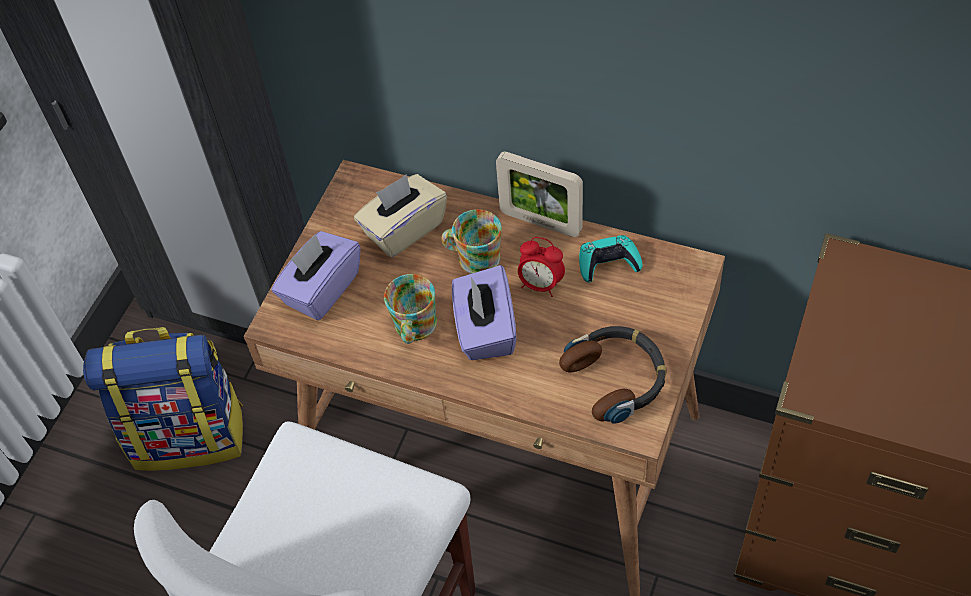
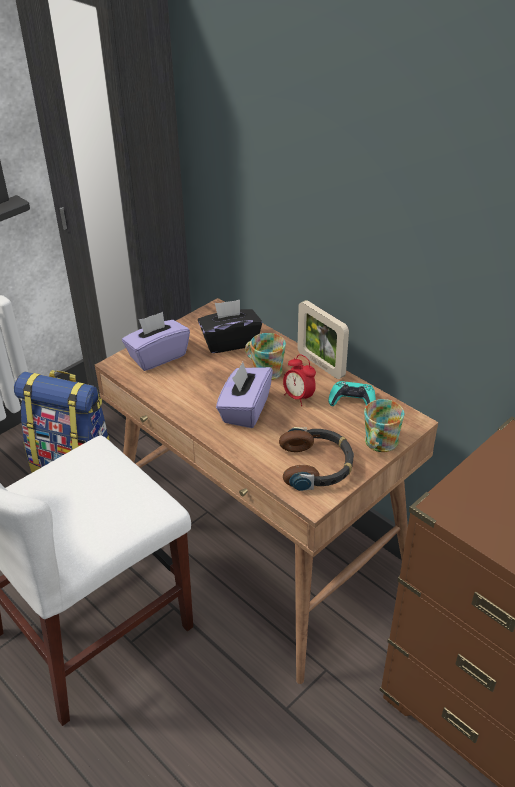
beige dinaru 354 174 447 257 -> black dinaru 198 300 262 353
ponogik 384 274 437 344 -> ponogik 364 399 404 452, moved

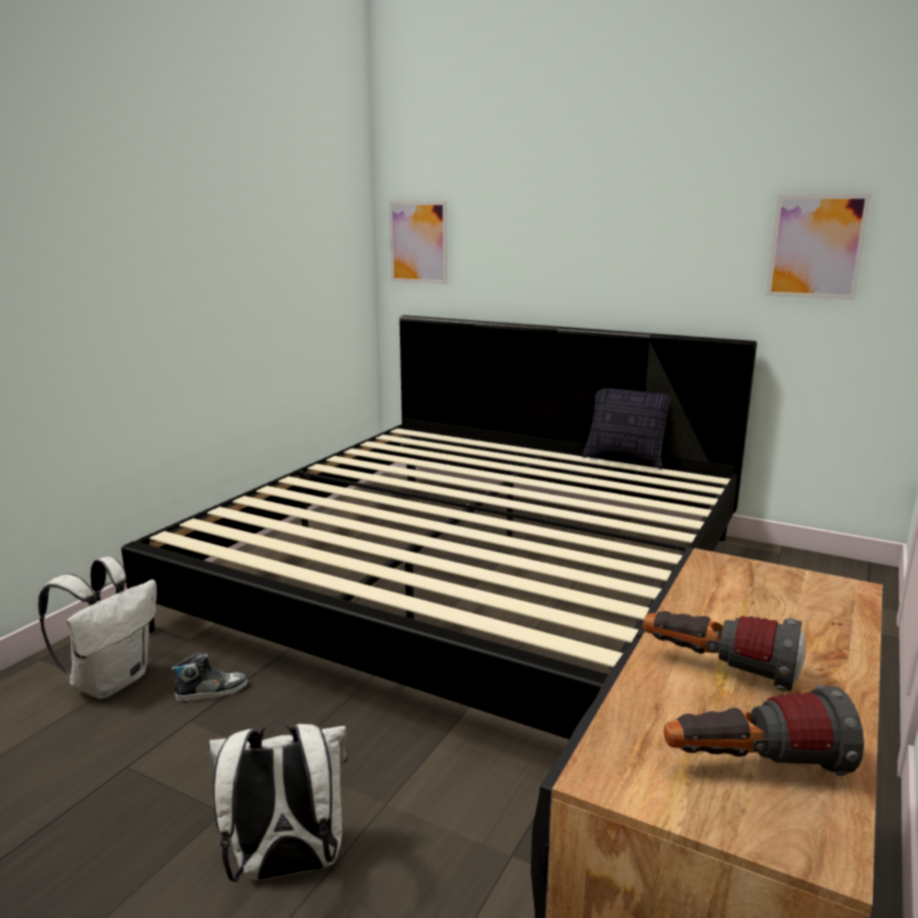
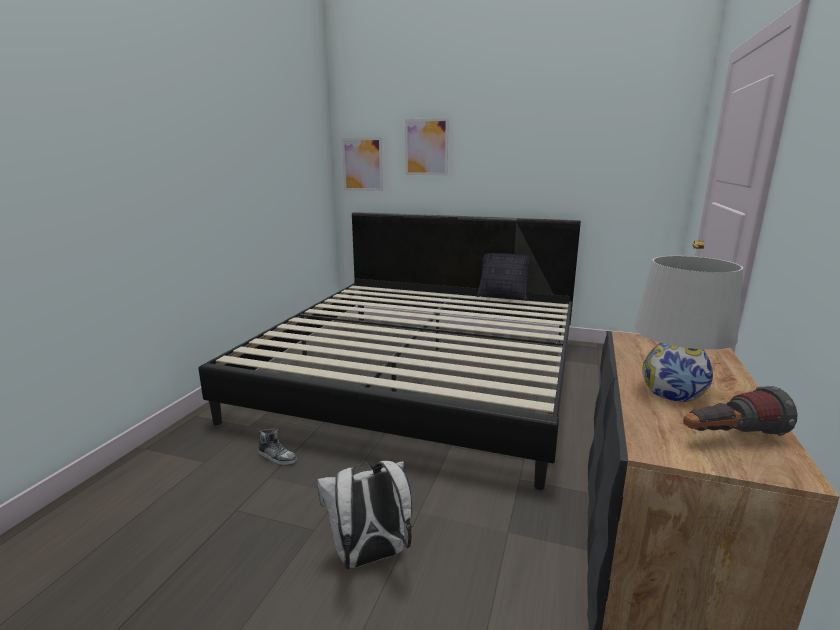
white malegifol 38 557 157 698 -> none
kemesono 171 653 248 702 -> kemesono 258 429 297 465, 60 degrees clockwise
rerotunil 643 611 805 691 -> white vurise 634 256 743 402
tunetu 766 194 871 300 -> tunetu 405 118 449 175, moved

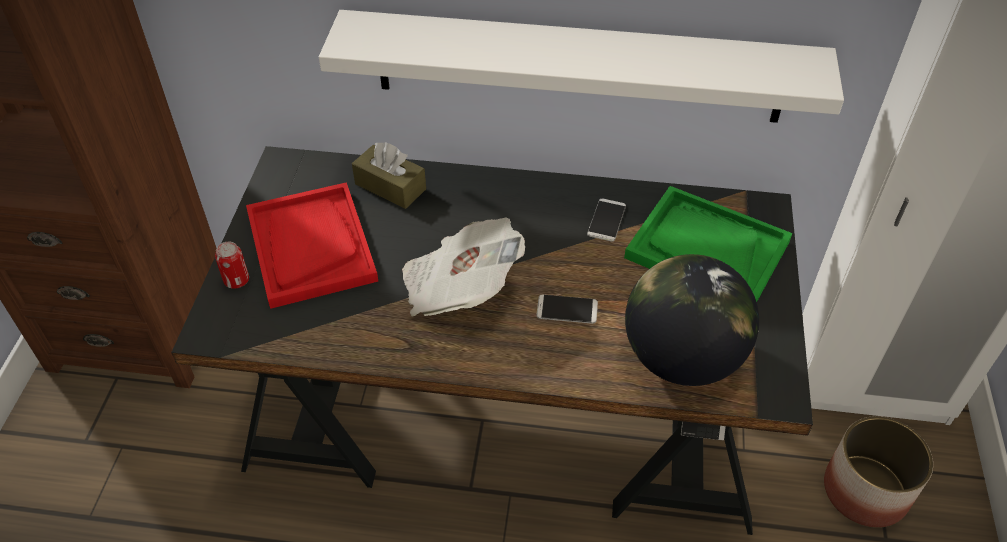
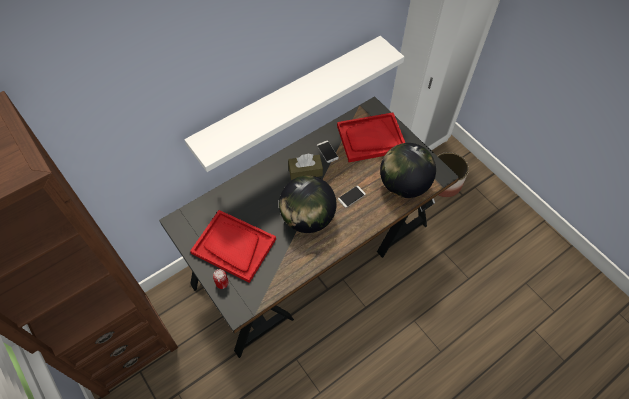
brown dinaru 352 142 426 209 -> brown dinaru 288 154 323 181, moved
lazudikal 402 218 525 316 -> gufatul 279 176 337 233
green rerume 624 186 792 302 -> red rerume 337 113 405 162

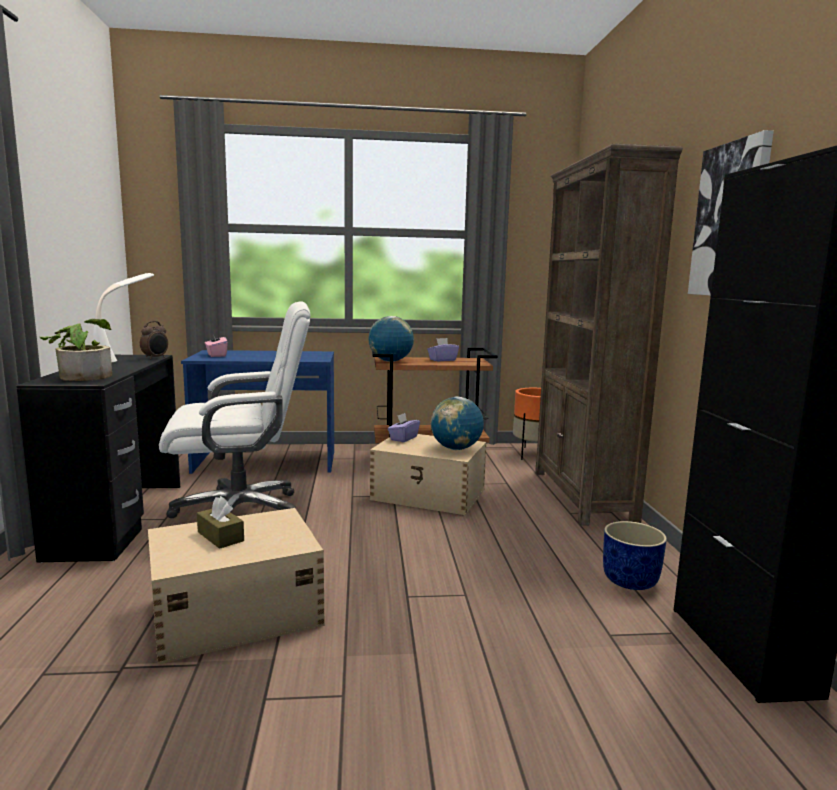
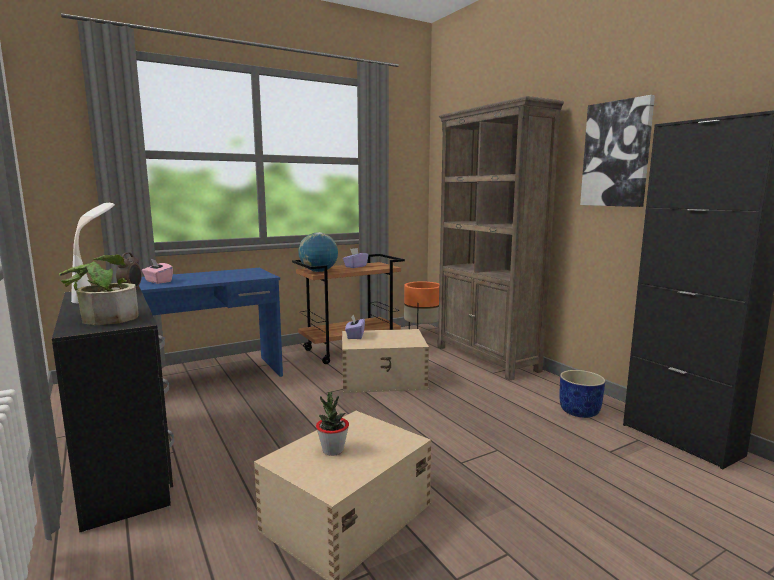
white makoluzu 159 301 310 518 -> none
brown dinaru 197 496 244 549 -> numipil 316 392 349 456
gufatul 431 396 484 450 -> none

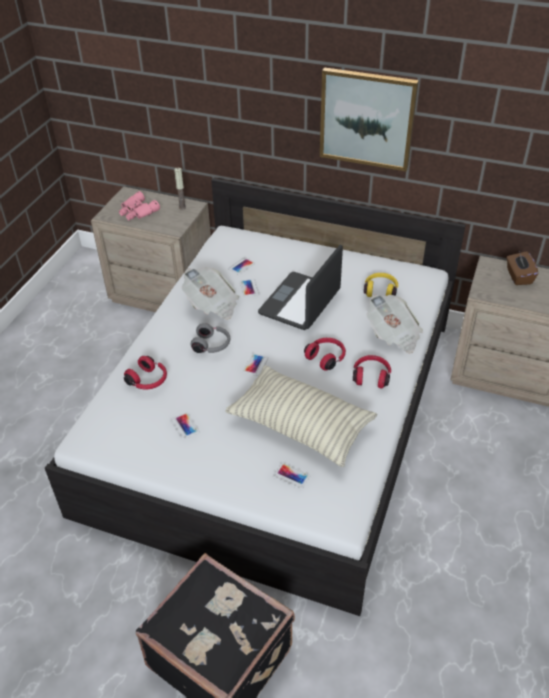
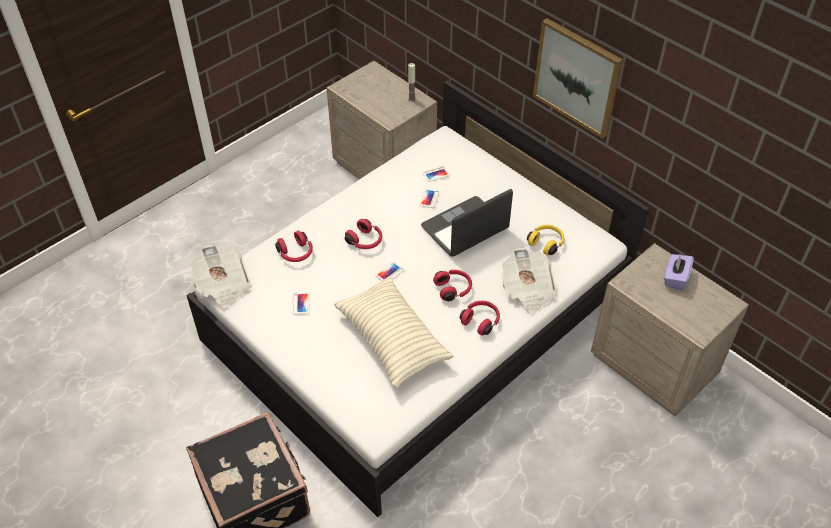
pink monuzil 119 191 160 220 -> none
lazudikal 182 267 239 320 -> lazudikal 191 244 250 308, moved
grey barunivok 191 323 230 353 -> red barunivok 345 219 382 249
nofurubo 273 463 310 490 -> none
brown dinaru 507 251 538 285 -> purple dinaru 664 254 694 290

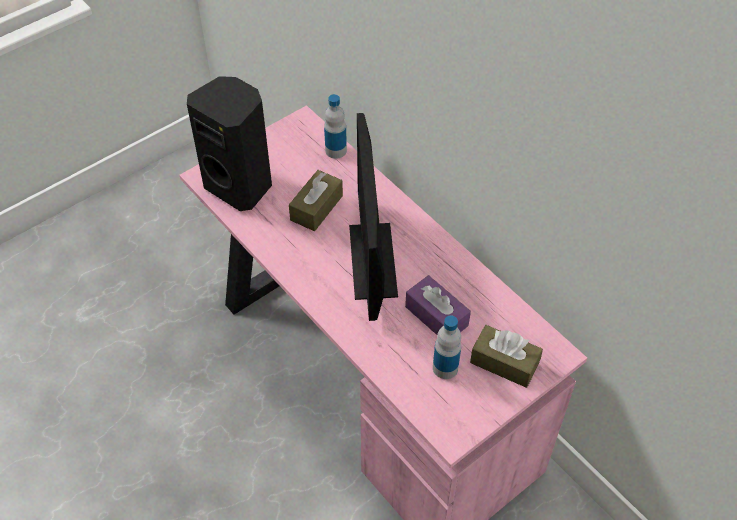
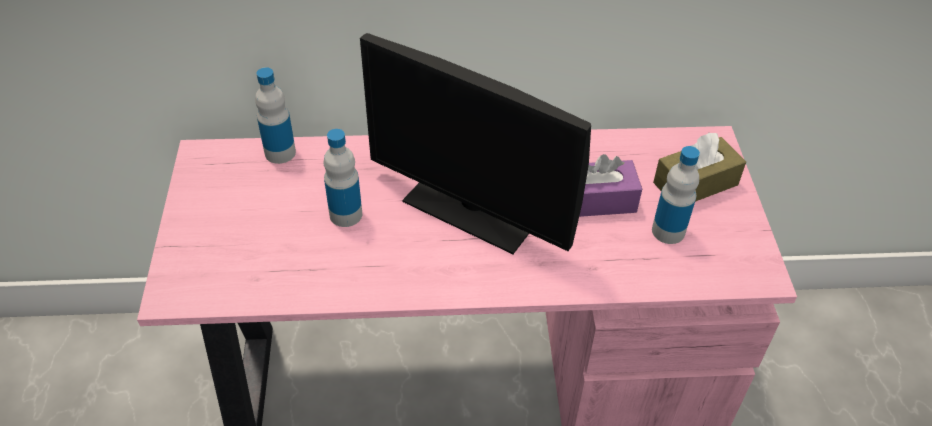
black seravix 187 76 272 211 -> none
brown dinaru 289 170 343 231 -> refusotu 324 129 362 227

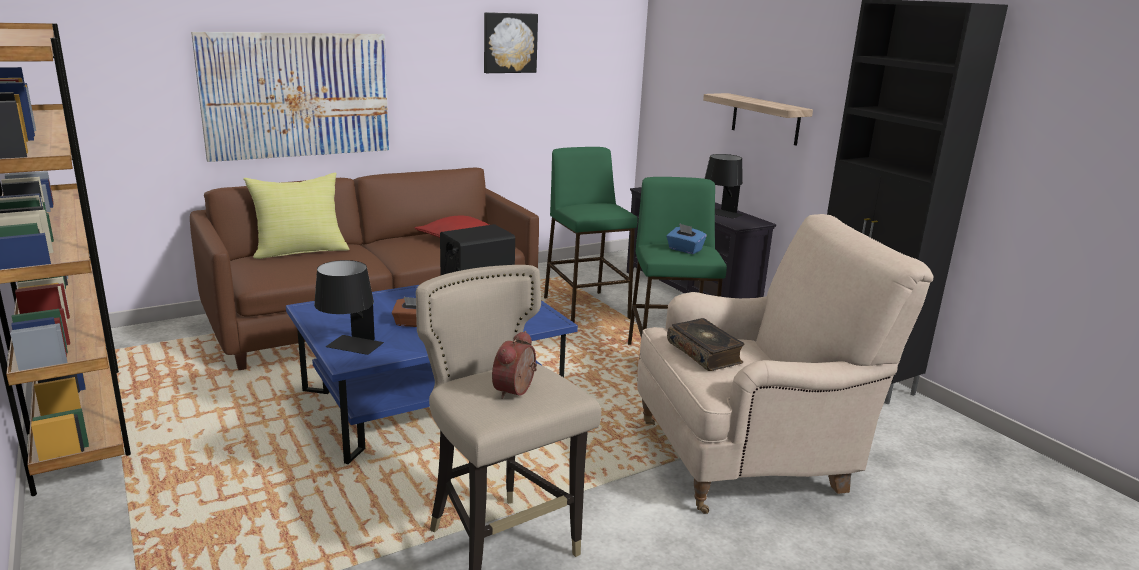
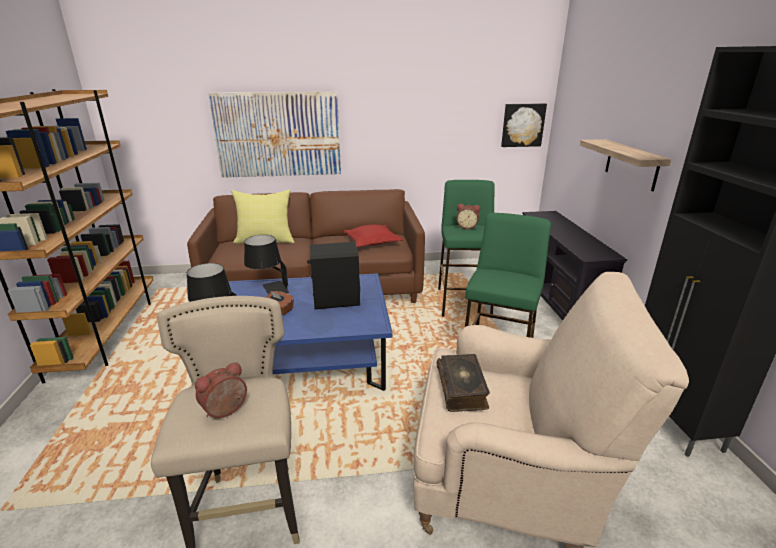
tunetu 484 12 538 73 -> tunetu 501 103 547 147, moved
blue dinaru 667 223 706 254 -> none
black vurise 704 154 743 219 -> black vurise 244 235 289 294, moved
none -> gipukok 456 204 480 229

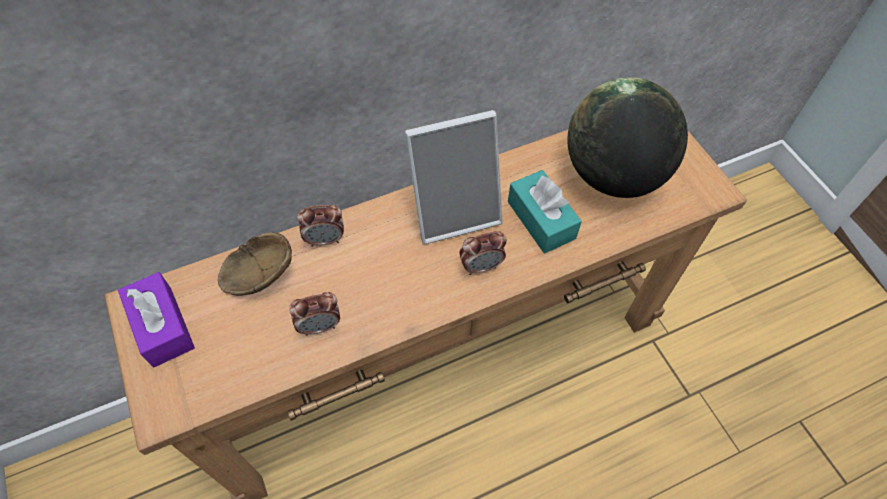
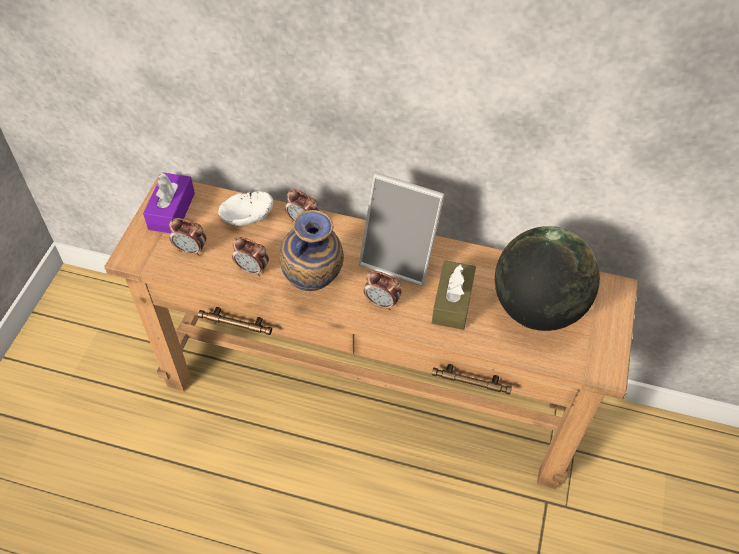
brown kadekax 218 232 292 296 -> white kadekax 218 191 273 226
turquoise dinaru 508 170 582 253 -> brown dinaru 432 260 476 330
none -> gipukok 169 218 206 256
none -> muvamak 279 210 344 291

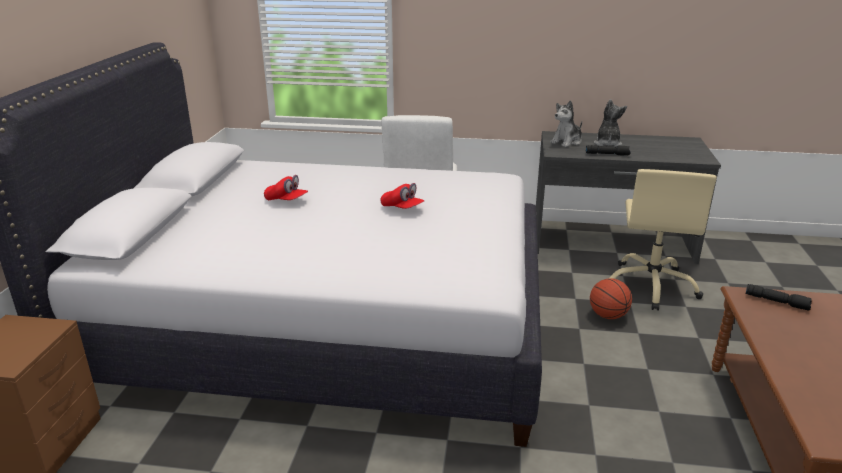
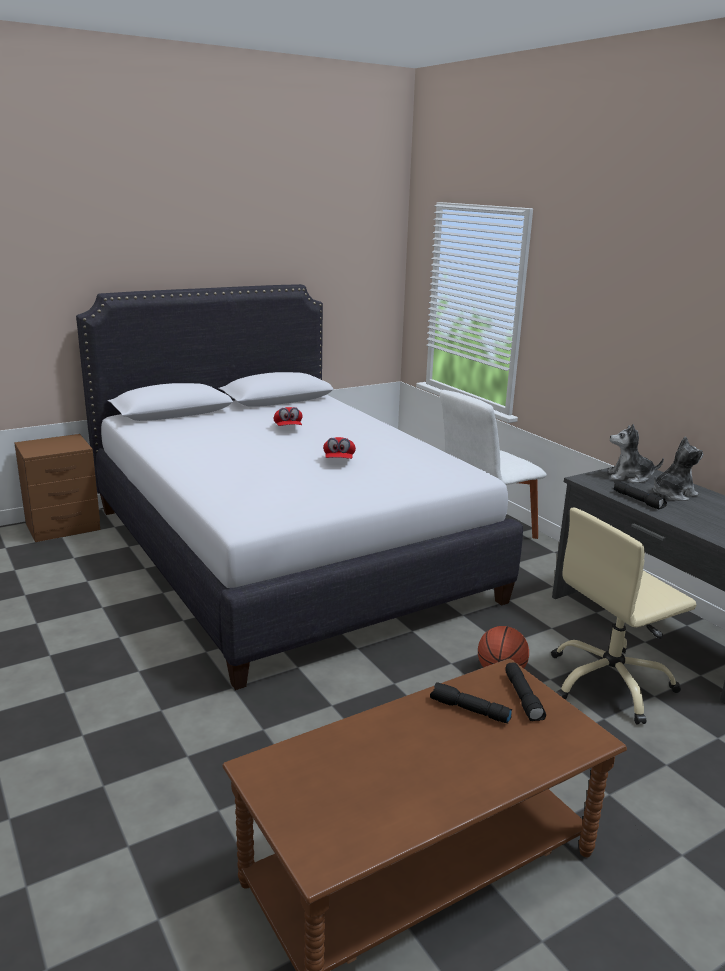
none -> black rerotunil 430 682 512 724

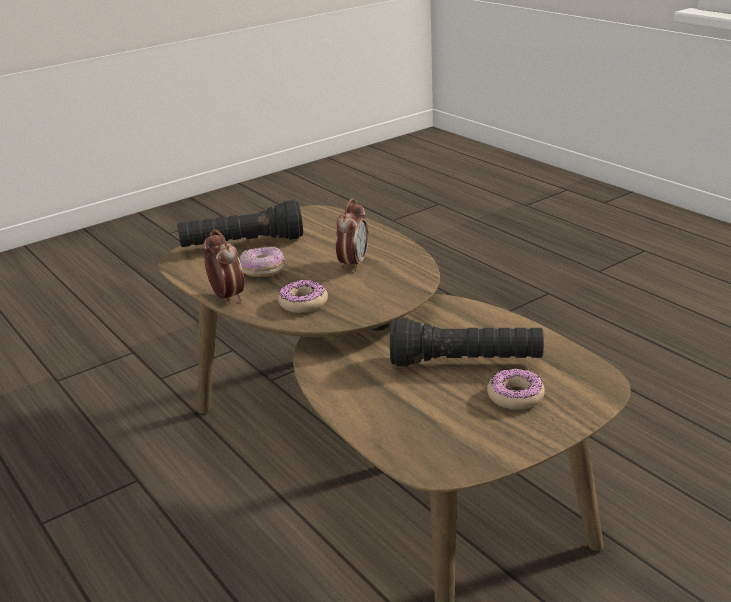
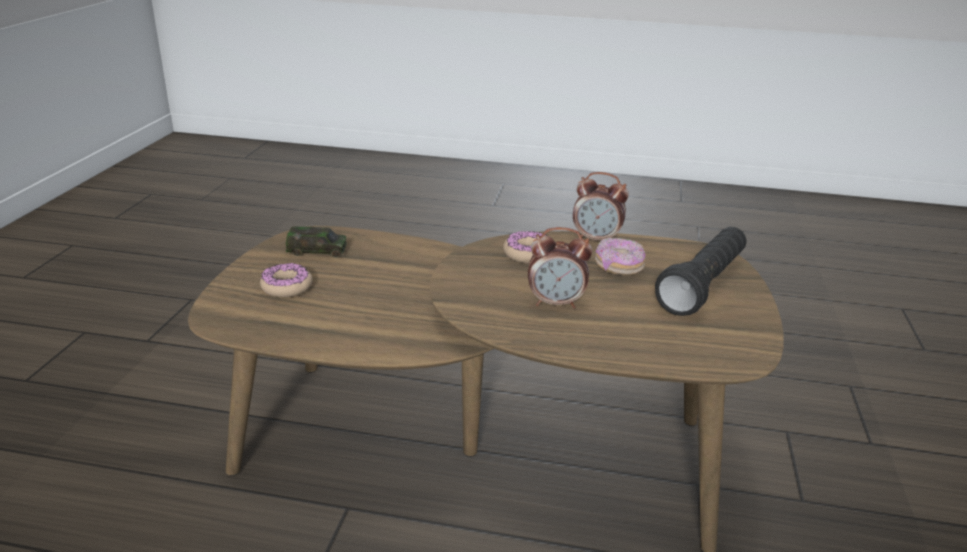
gipukok 336 198 368 271 -> gipukok 528 227 592 309, 60 degrees counterclockwise
black rerotunil 390 318 544 366 -> none
none -> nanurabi 286 227 347 257

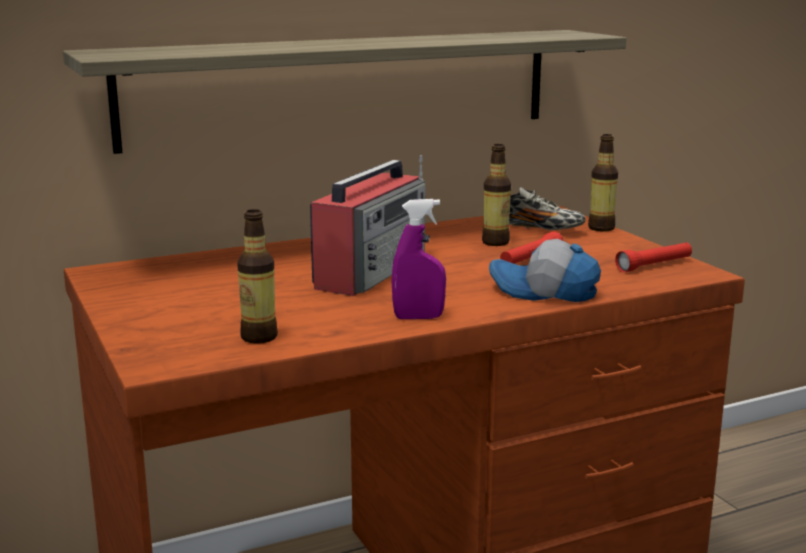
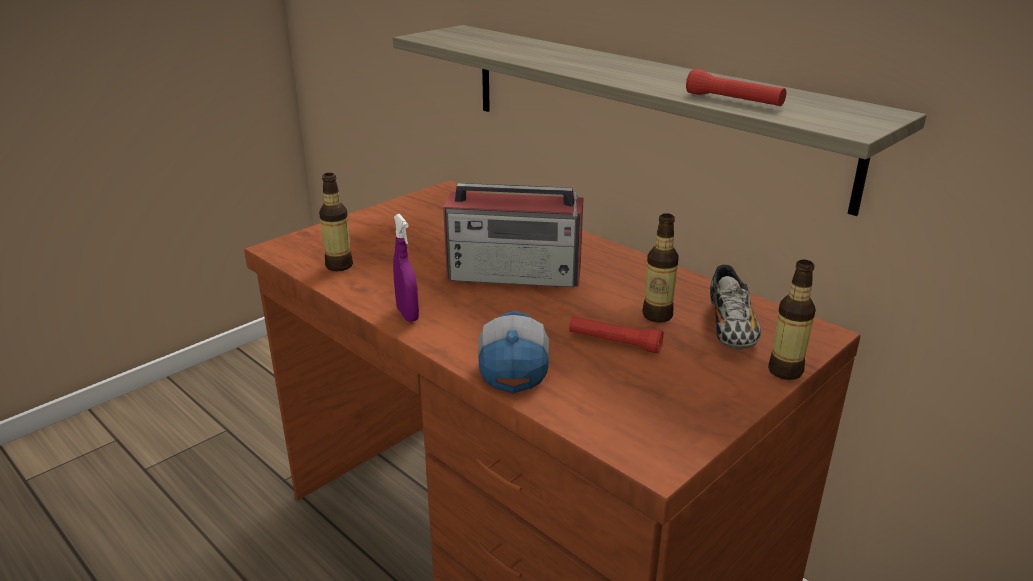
red rerotunil 615 242 692 272 -> red rerotunil 686 69 786 106, moved

